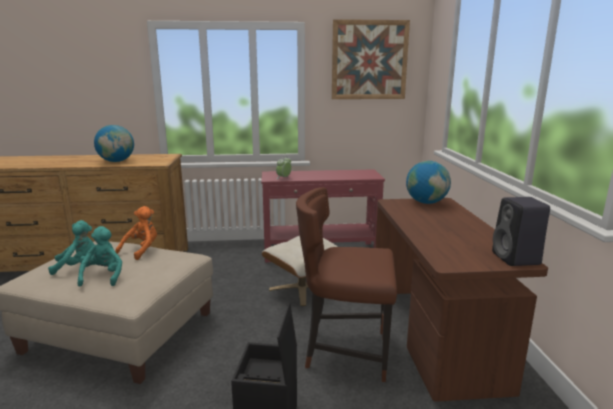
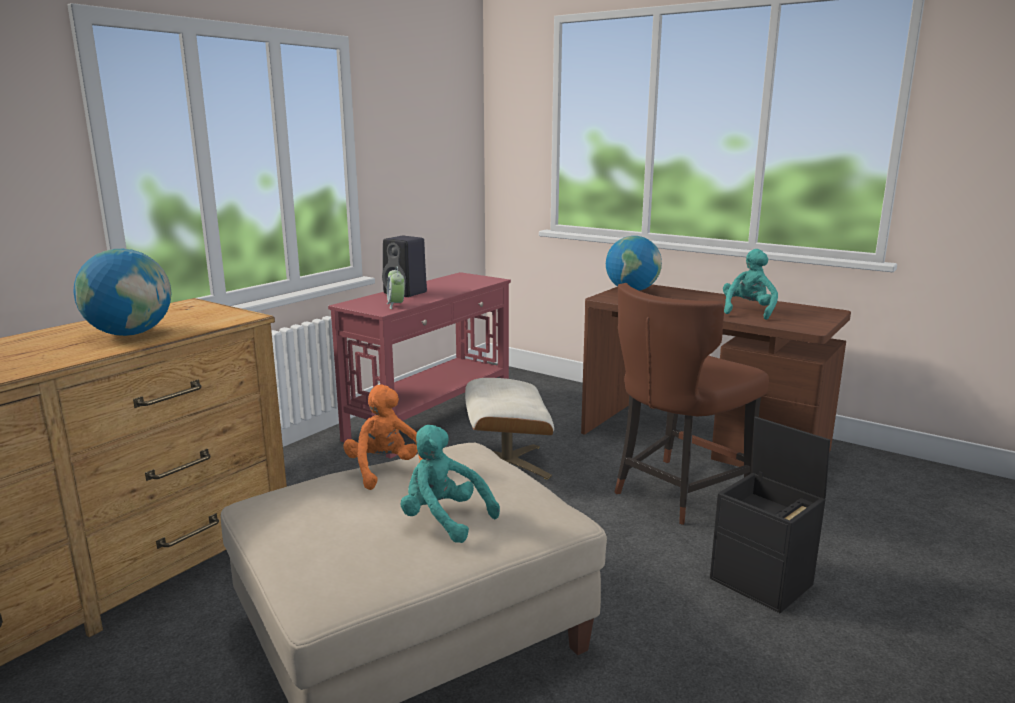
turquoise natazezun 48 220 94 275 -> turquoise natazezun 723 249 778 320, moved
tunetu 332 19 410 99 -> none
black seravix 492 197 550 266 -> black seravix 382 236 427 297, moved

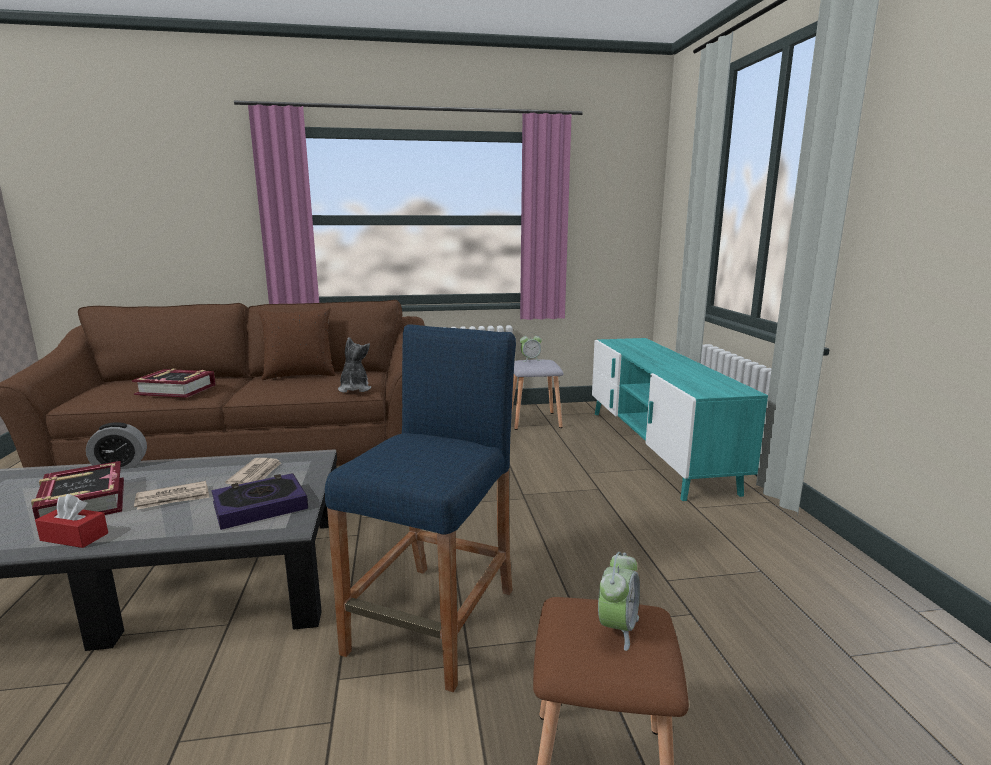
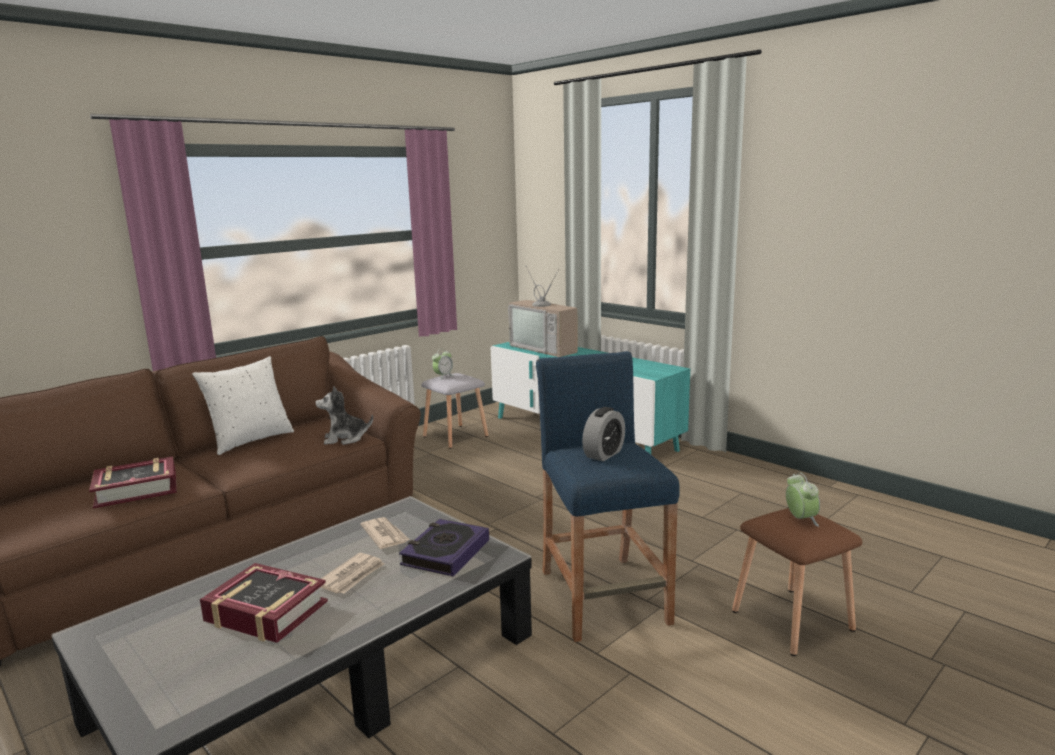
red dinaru 35 494 108 548 -> none
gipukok 86 422 147 469 -> gipukok 582 407 625 461, moved
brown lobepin 258 308 335 380 -> white lobepin 192 356 294 455
natazezun 338 337 371 393 -> natazezun 316 386 373 445, 60 degrees counterclockwise
none -> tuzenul 508 269 578 357

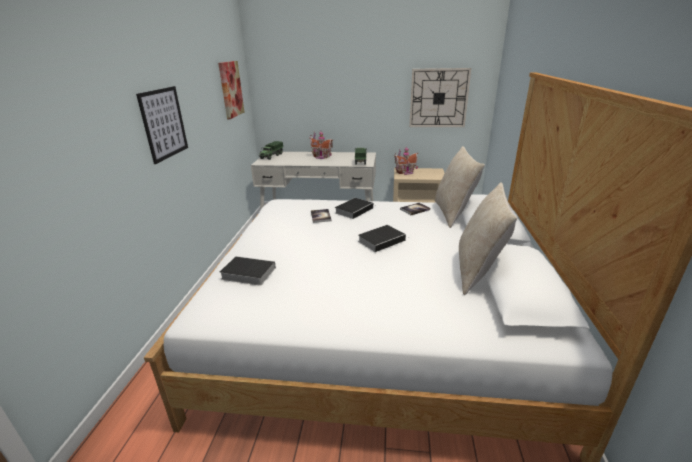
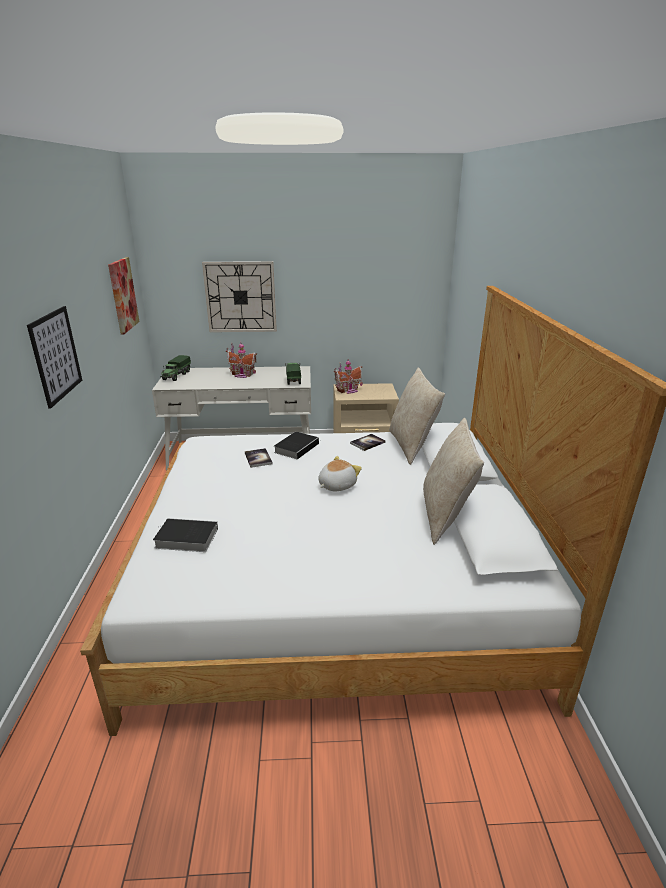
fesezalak 358 225 406 252 -> natazezun 318 456 362 491
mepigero 409 68 471 127 -> mepigero 202 261 277 332, moved

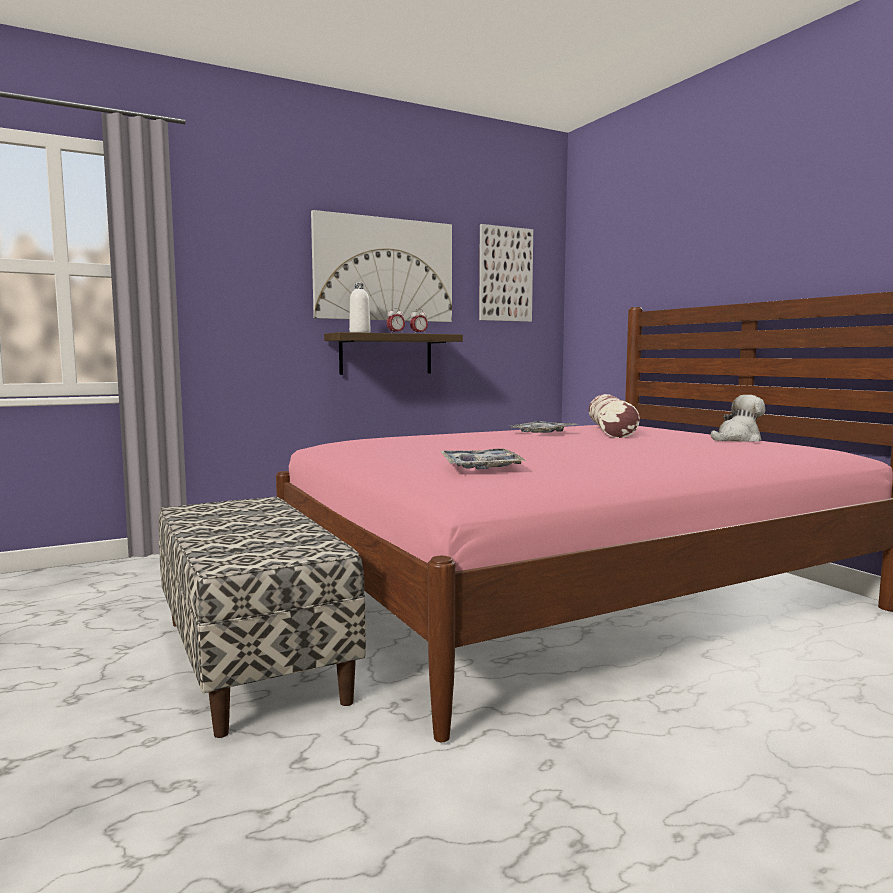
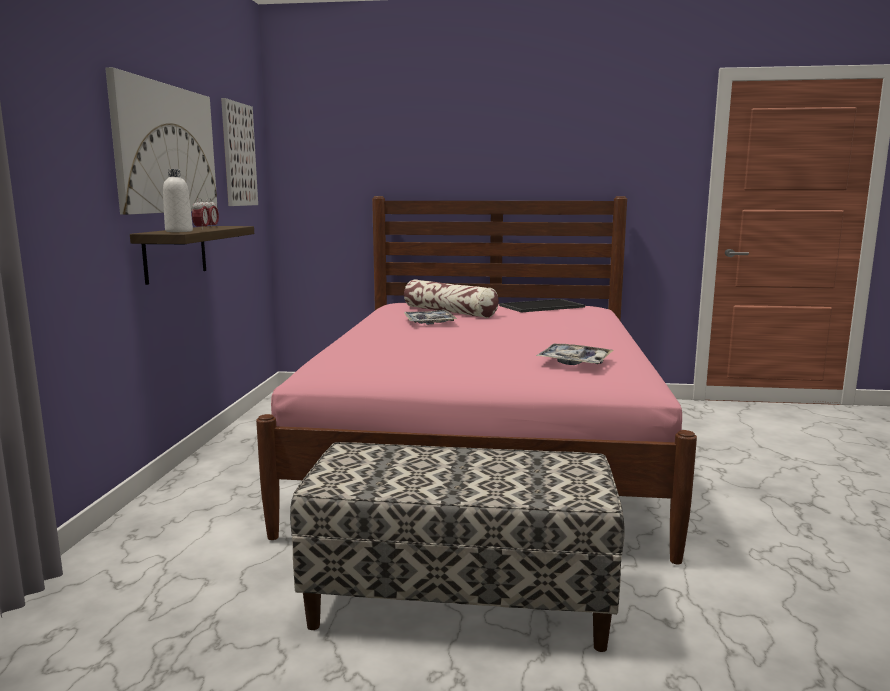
natazezun 711 395 765 442 -> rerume 499 299 585 312

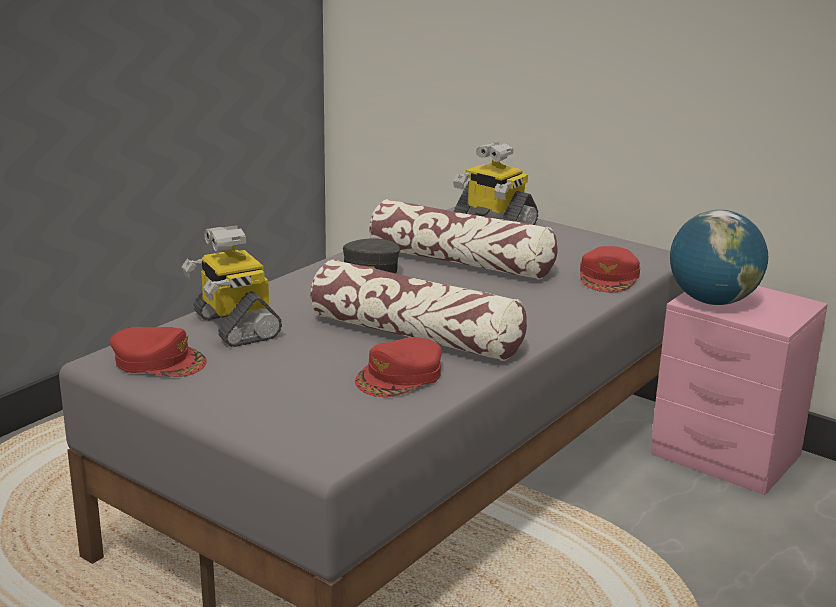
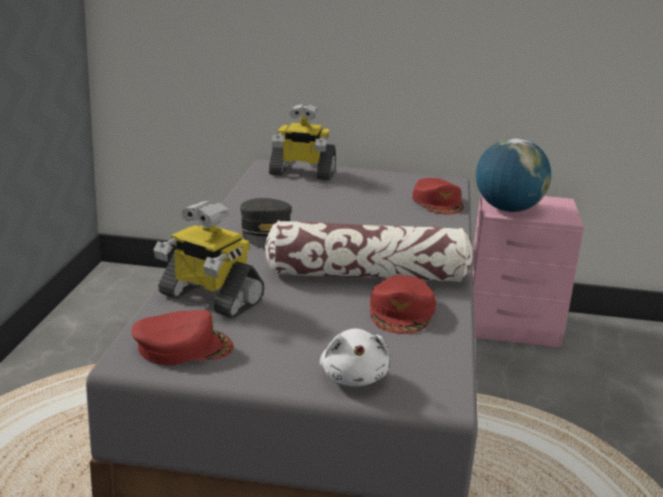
lobepin 369 199 558 280 -> none
none -> white natazezun 320 328 389 387

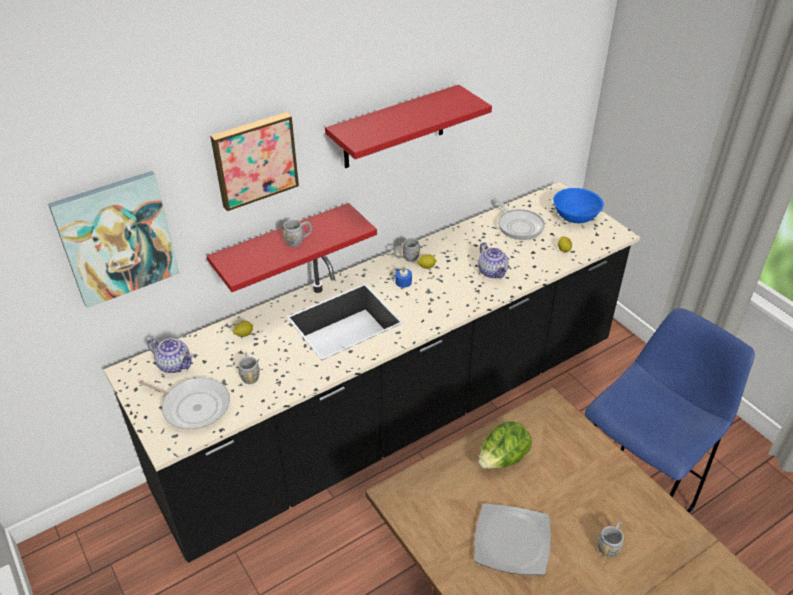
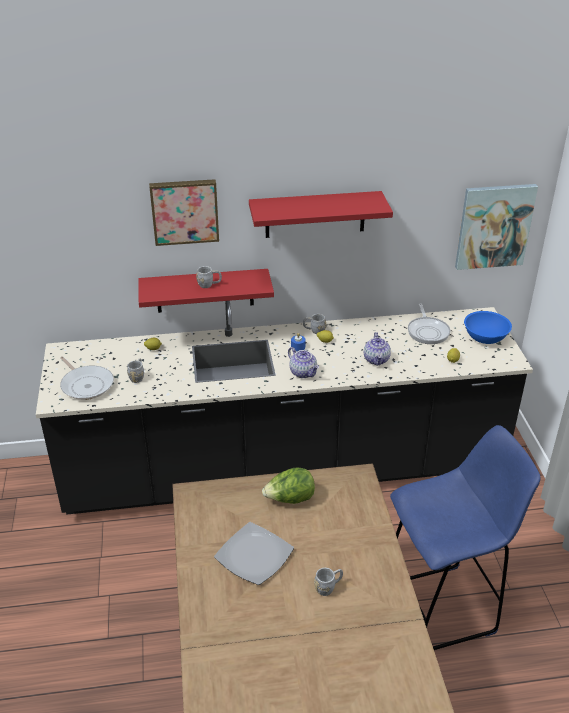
tunetu 48 171 179 308 -> tunetu 455 184 538 270, moved
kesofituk 147 338 194 373 -> kesofituk 288 347 319 378, moved

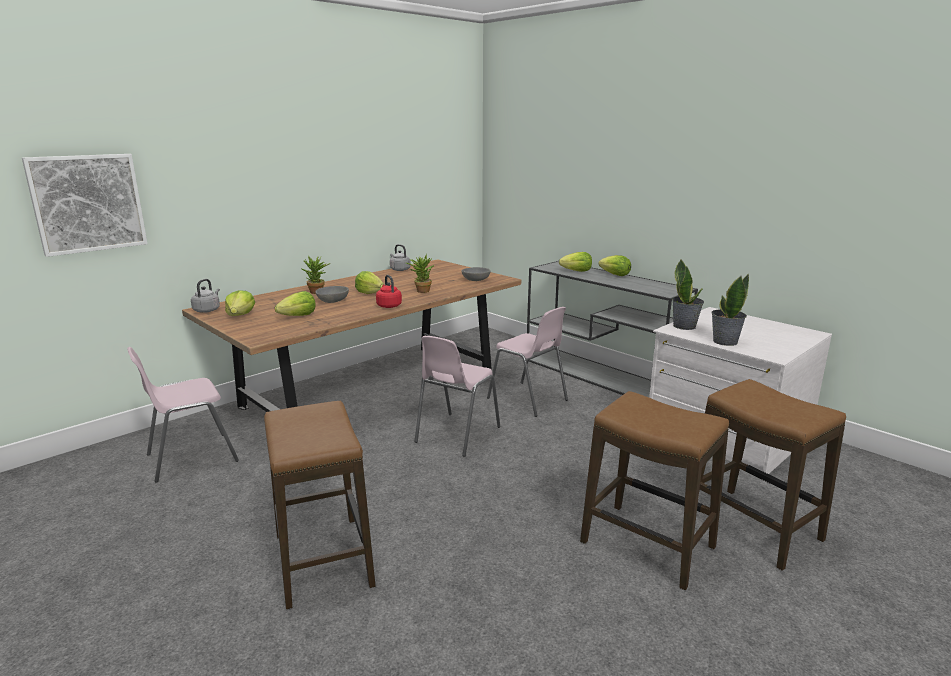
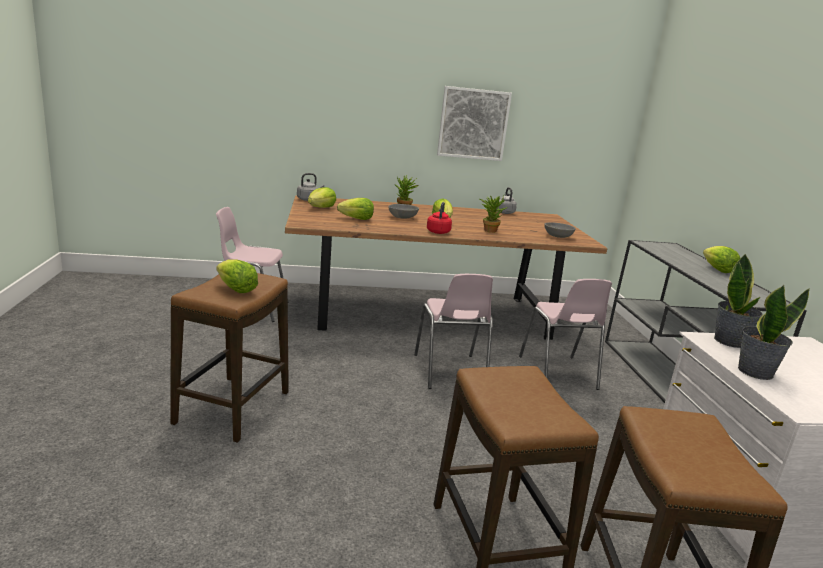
tunetu 22 154 148 257 -> tunetu 437 86 512 161, moved
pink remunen 414 336 500 457 -> pink remunen 414 274 493 389, 75 degrees counterclockwise
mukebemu 559 252 592 272 -> mukebemu 216 259 258 293, moved

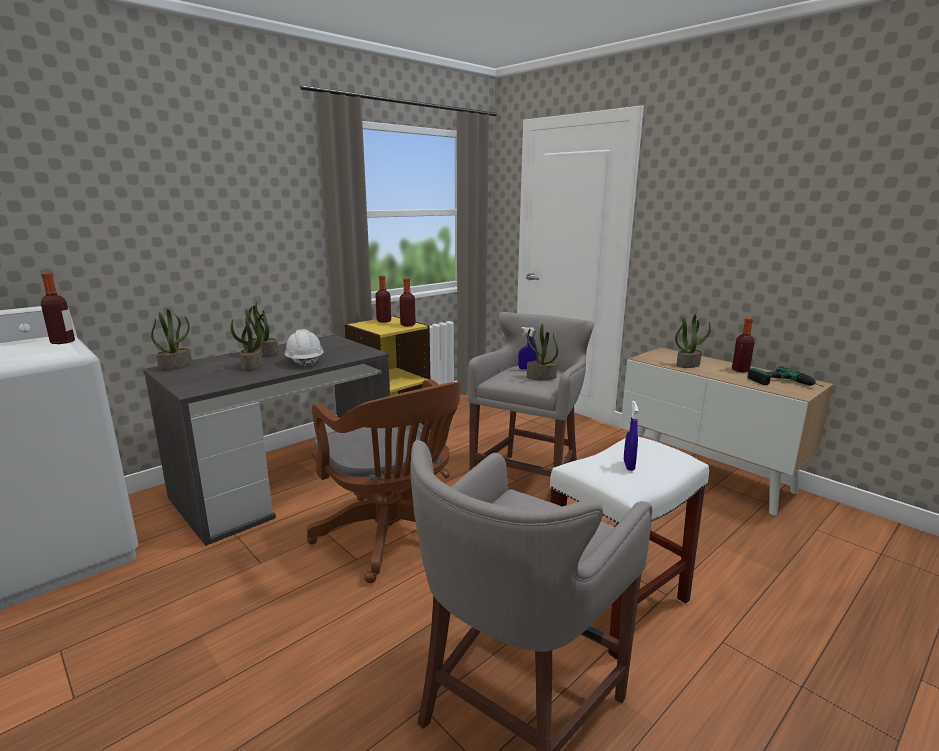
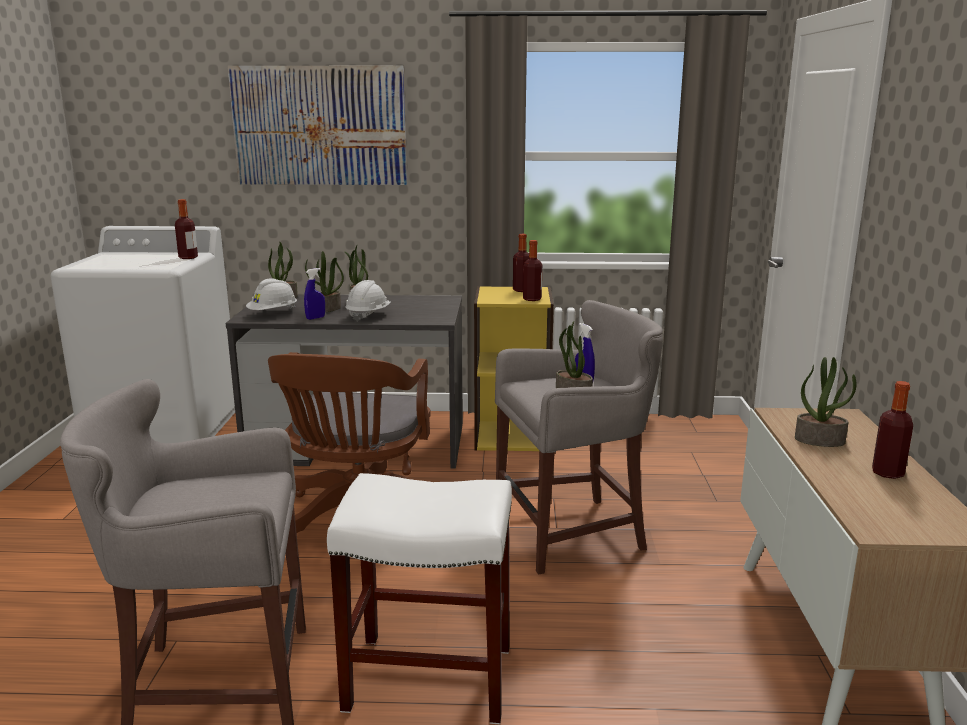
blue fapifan 624 401 639 471 -> blue fapifan 304 268 325 320, moved
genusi 747 366 824 387 -> none
none -> tunetu 228 66 407 185
none -> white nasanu 246 278 297 310

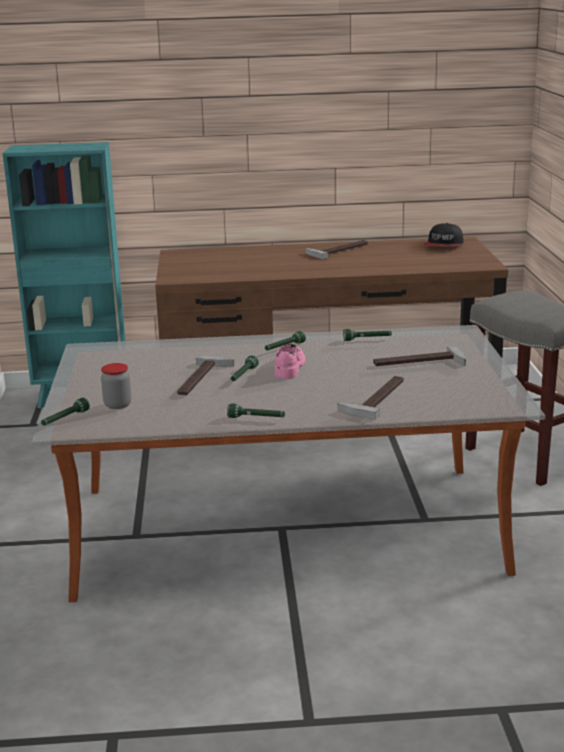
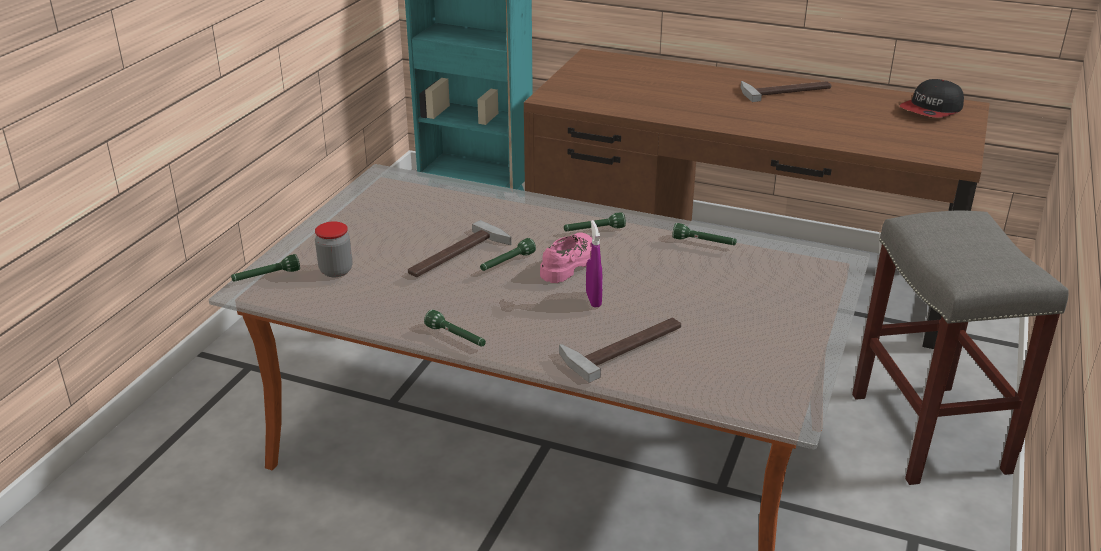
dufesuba 373 346 466 366 -> none
none -> purple fapifan 586 220 603 308

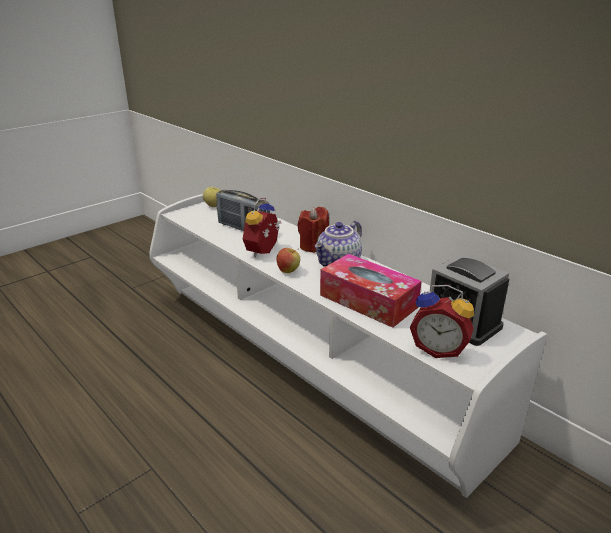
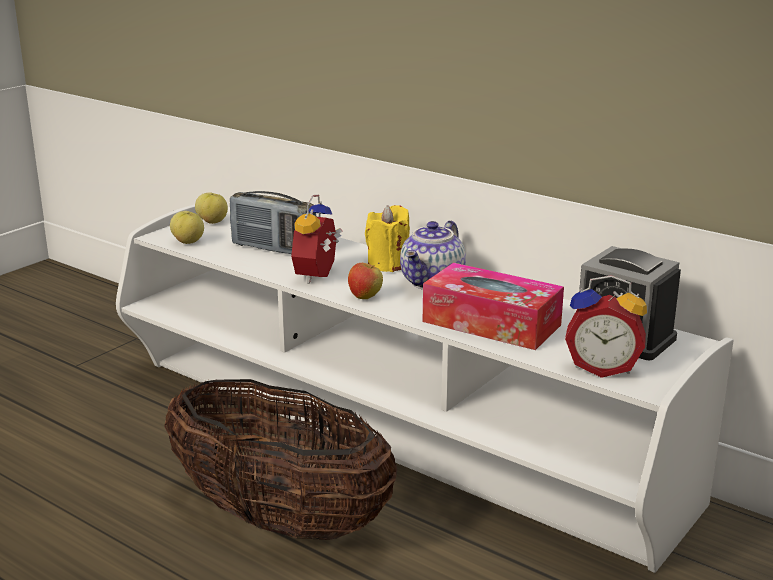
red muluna 297 207 329 253 -> yellow muluna 365 205 410 272
none -> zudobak 165 379 397 540
none -> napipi 170 211 204 244

